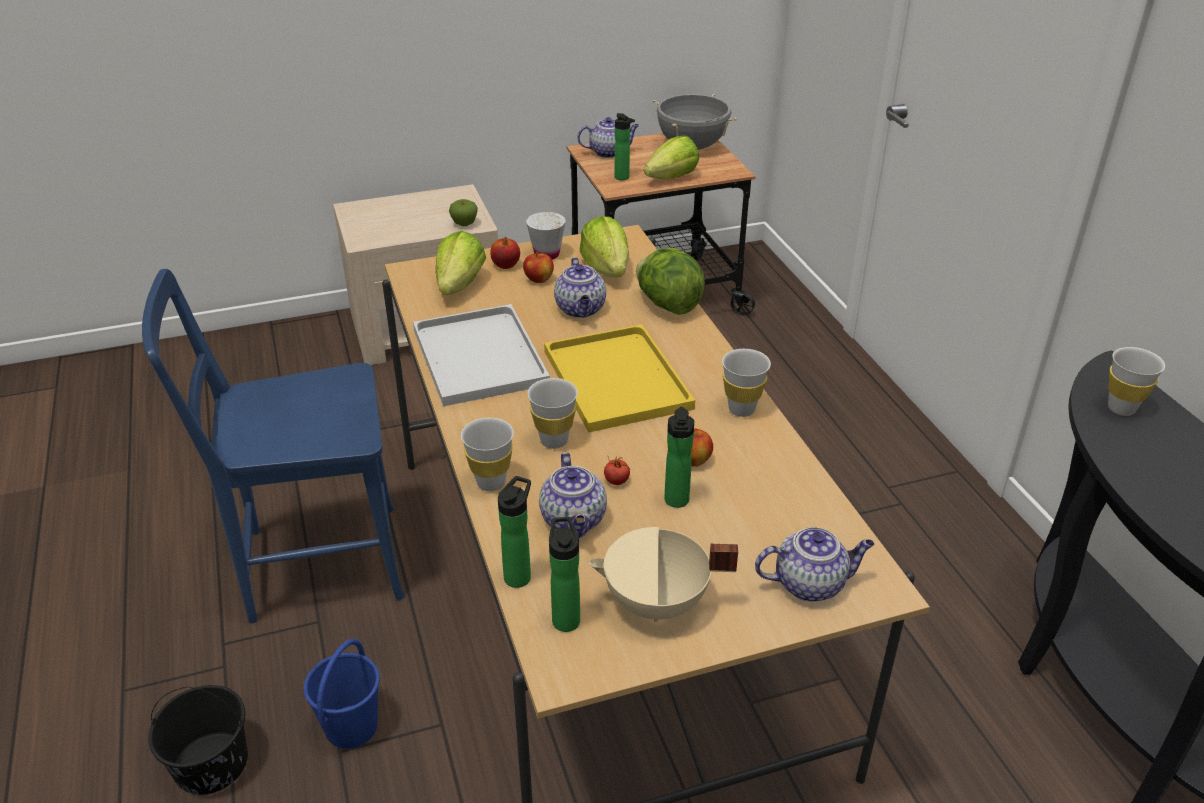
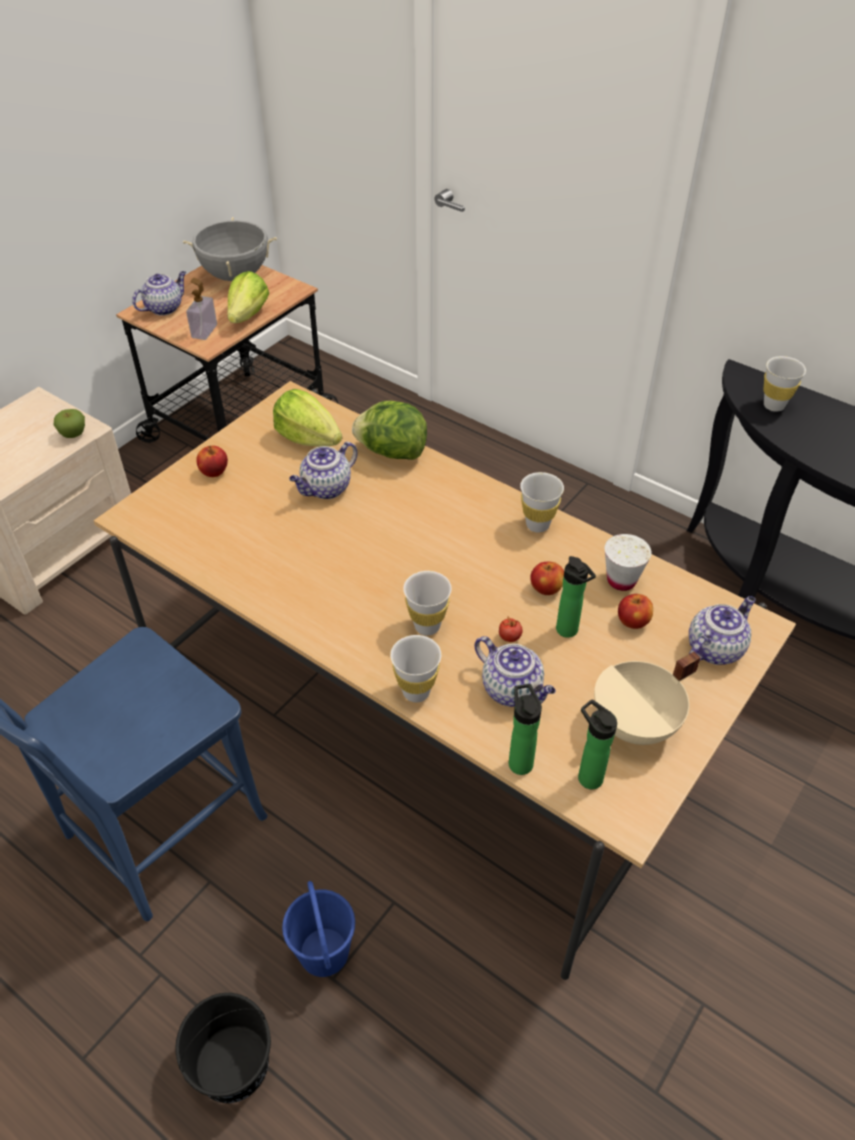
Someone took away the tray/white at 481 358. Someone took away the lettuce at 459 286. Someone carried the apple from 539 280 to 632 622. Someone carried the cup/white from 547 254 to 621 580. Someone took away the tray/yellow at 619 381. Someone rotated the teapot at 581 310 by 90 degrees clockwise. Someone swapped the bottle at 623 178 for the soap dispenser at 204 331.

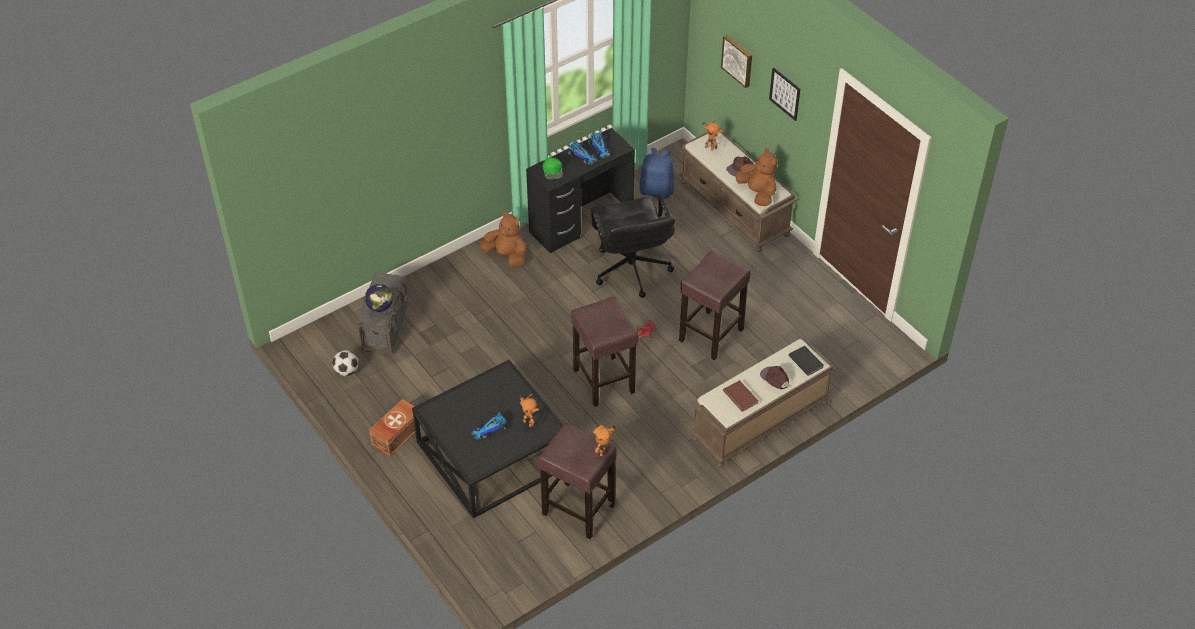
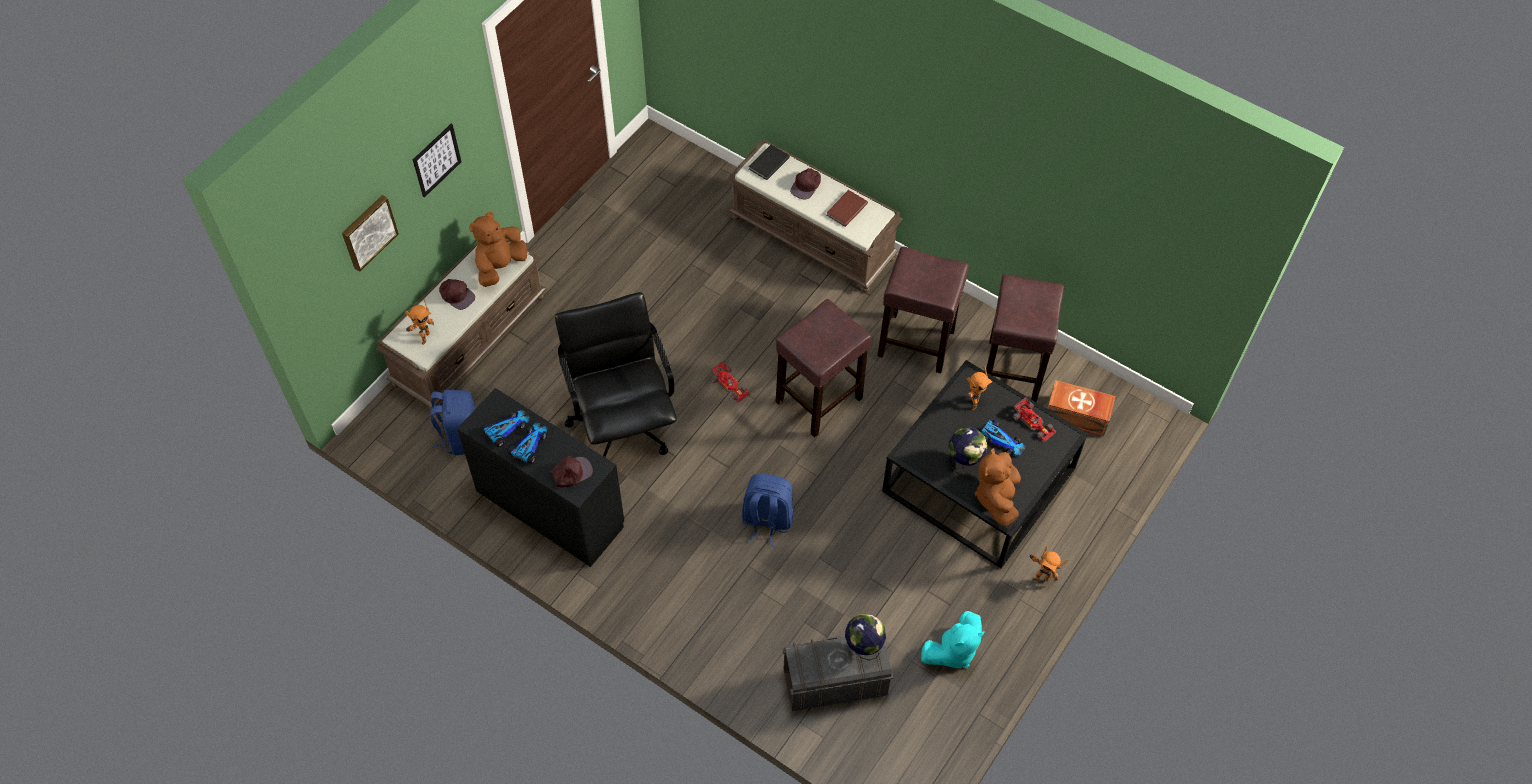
Someone took away the football at 347 371. Someone carried the storage box/brown from 396 435 to 1077 417. Someone carried the plush toy/brown from 506 255 to 996 497. Someone repainted the cap/green at 553 169, which became the cap/brown at 570 473. Someone rotated the office chair/black at 631 270 by 75 degrees counterclockwise. Someone carried the toy robot from 605 452 to 1041 577. Someone carried the stool/brown from 710 336 to 917 343. Someone put down the backpack/blue at 766 520. Someone put down the plush toy/turquoise at 952 651. Someone put down the globe at 964 461. Someone put down the toy car at 1033 422.

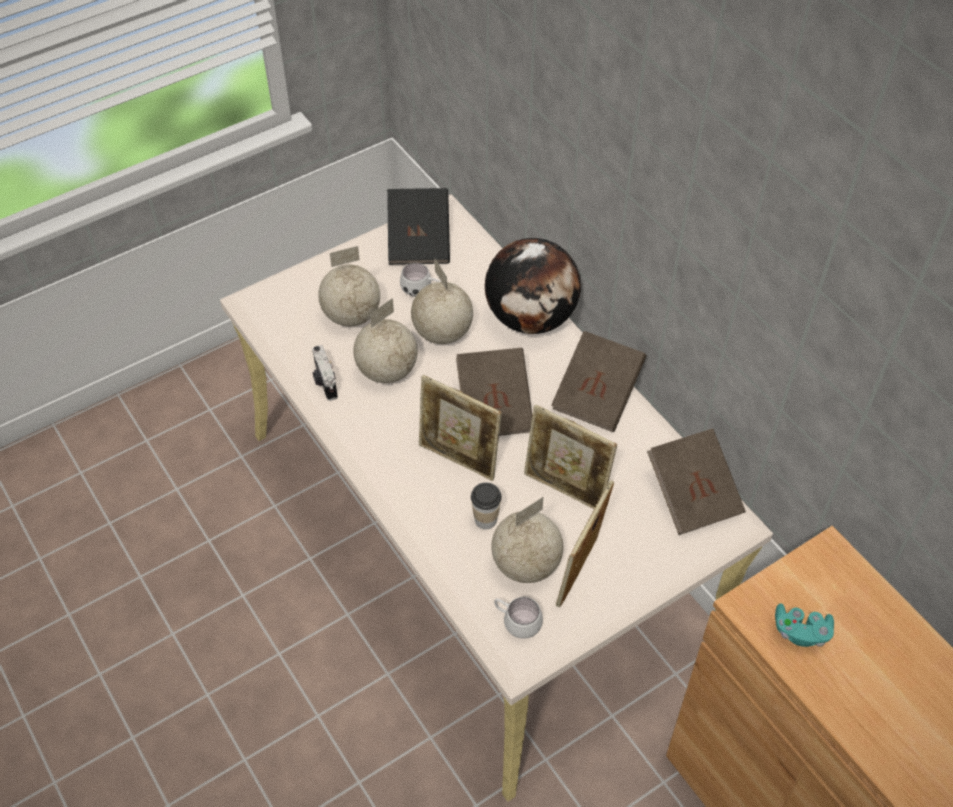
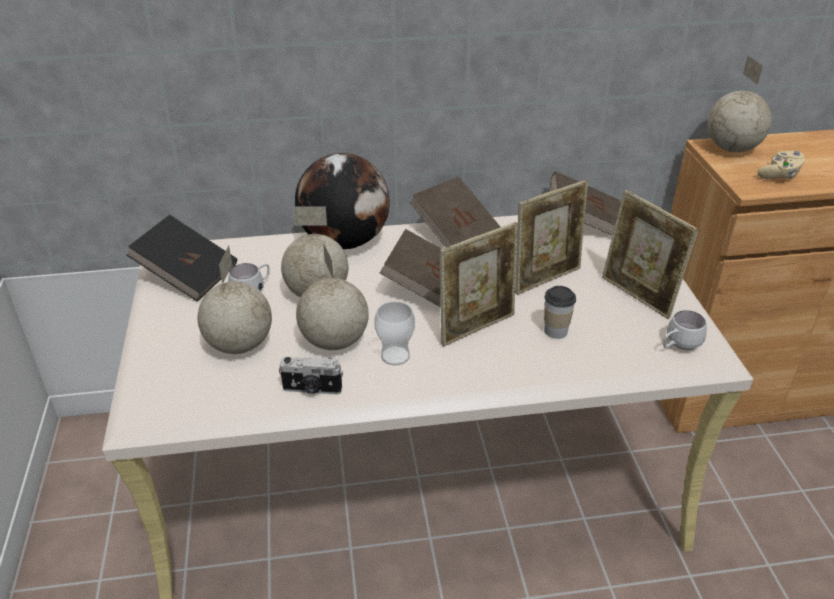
Someone carried the globe from 527 565 to 732 148. Someone repainted the game controller/turquoise at 800 632, which became the game controller/beige at 779 175. Someone put down the cup at 395 356.

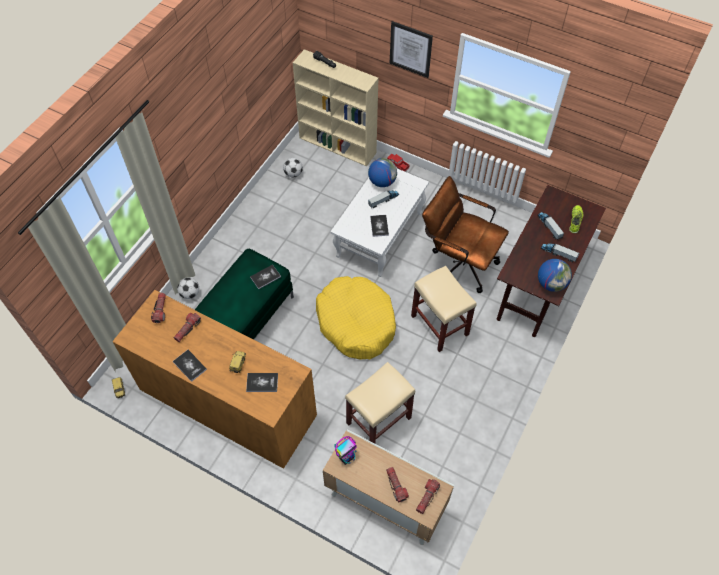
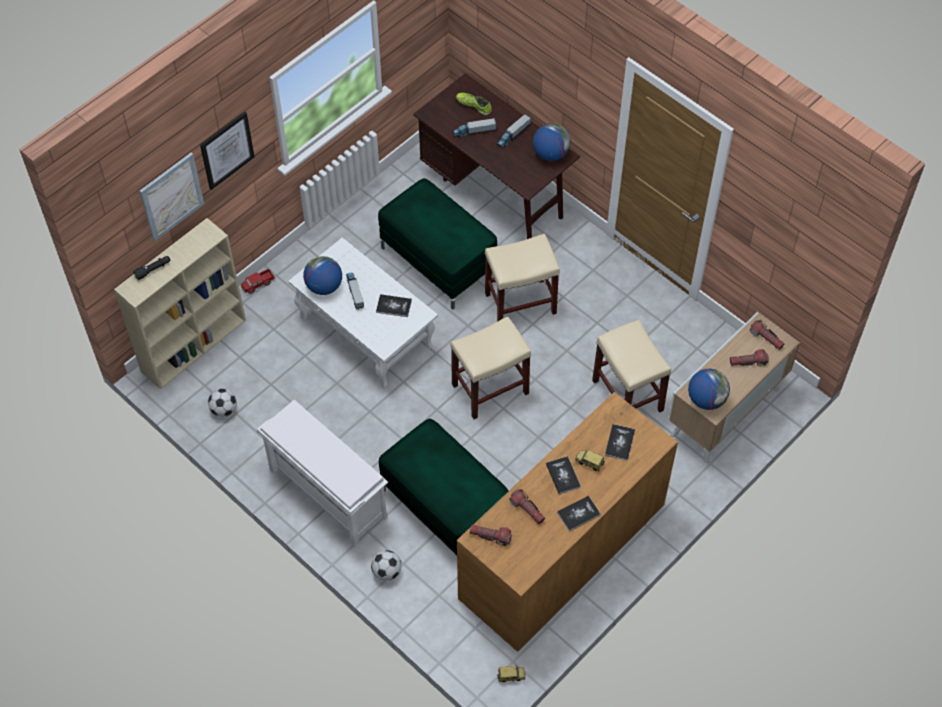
Someone carried the book from 265 277 to 563 475. Someone swapped the dog bed/yellow at 356 322 for the stool/beige at 490 388. Someone swapped the toy robot at 346 457 for the globe at 706 399. Someone swapped the office chair/brown at 458 262 for the ottoman/green at 437 260. Someone put up the picture at 171 196. Someone put down the bench/white at 326 493.

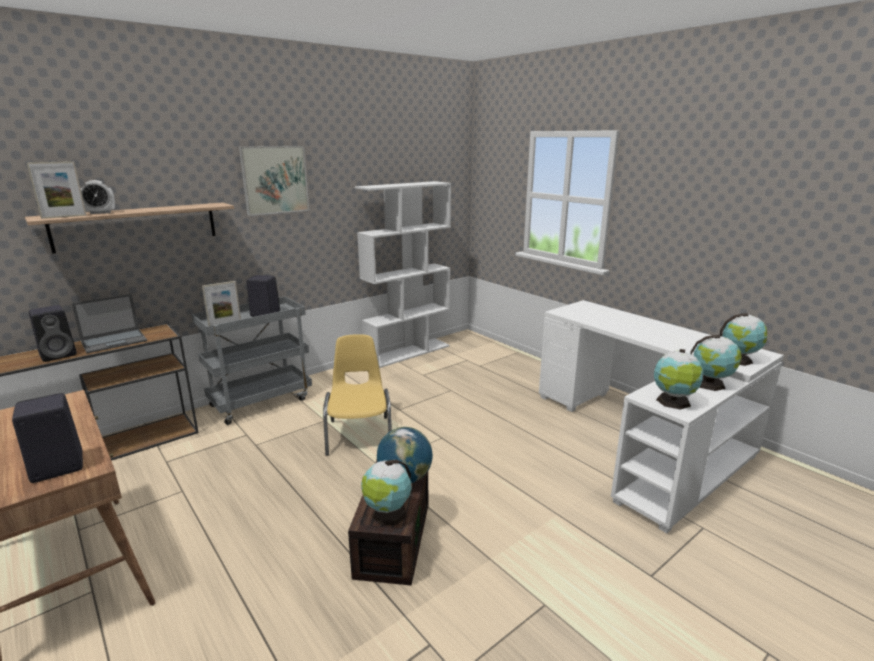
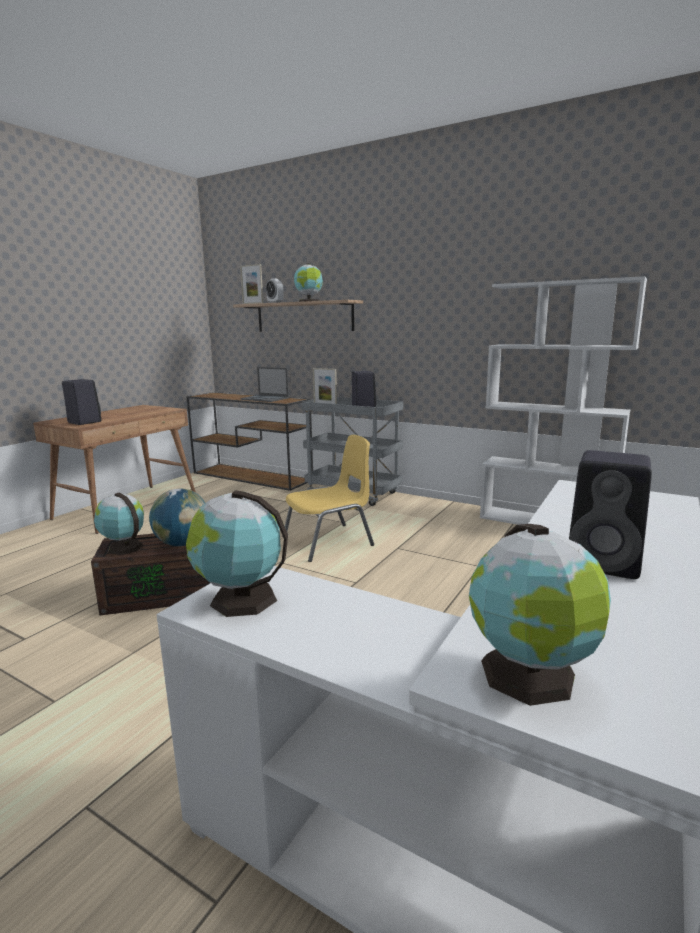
Someone carried the speaker/black from 59 354 to 606 562. Someone took away the picture at 275 180. Someone carried the globe from 711 384 to 309 301.

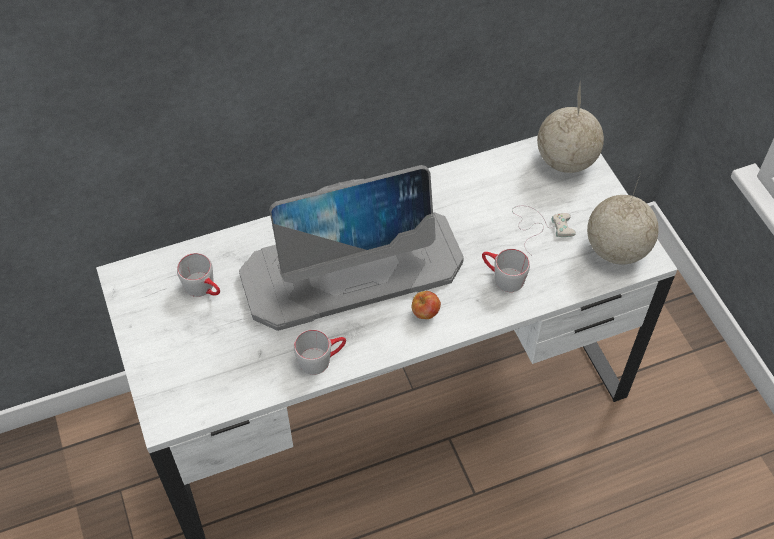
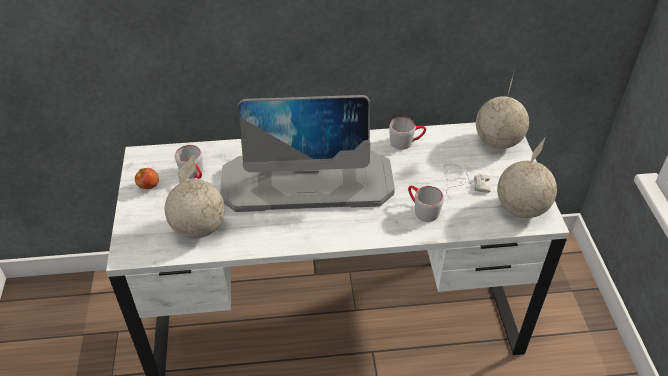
Someone carried the mug/grey from 321 358 to 406 142. Someone carried the apple from 425 313 to 148 186. Someone put down the globe at 198 228.

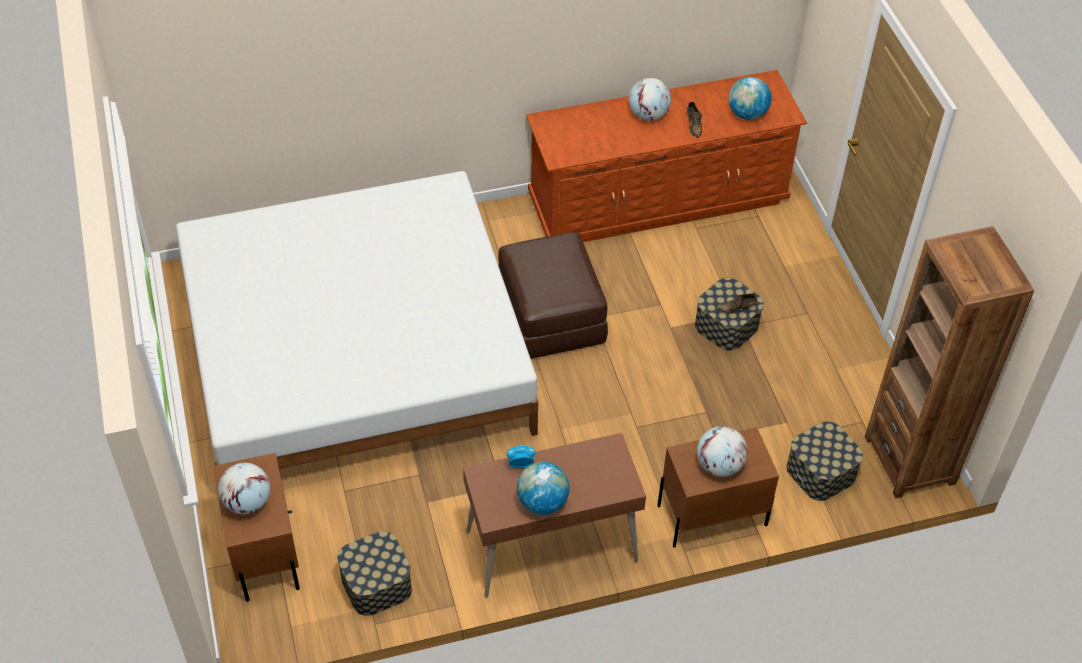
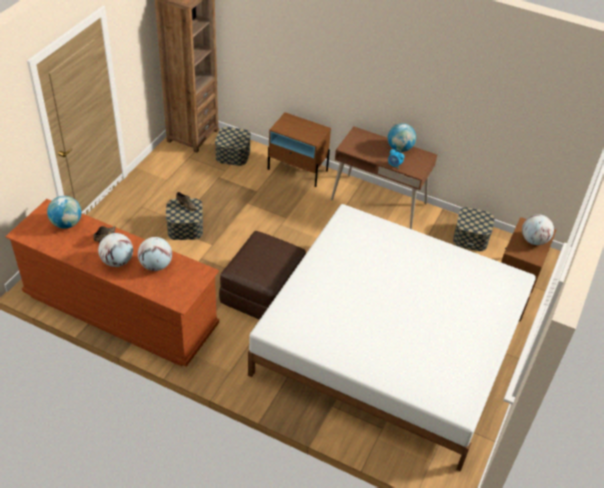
Someone carried the globe from 719 465 to 156 265.

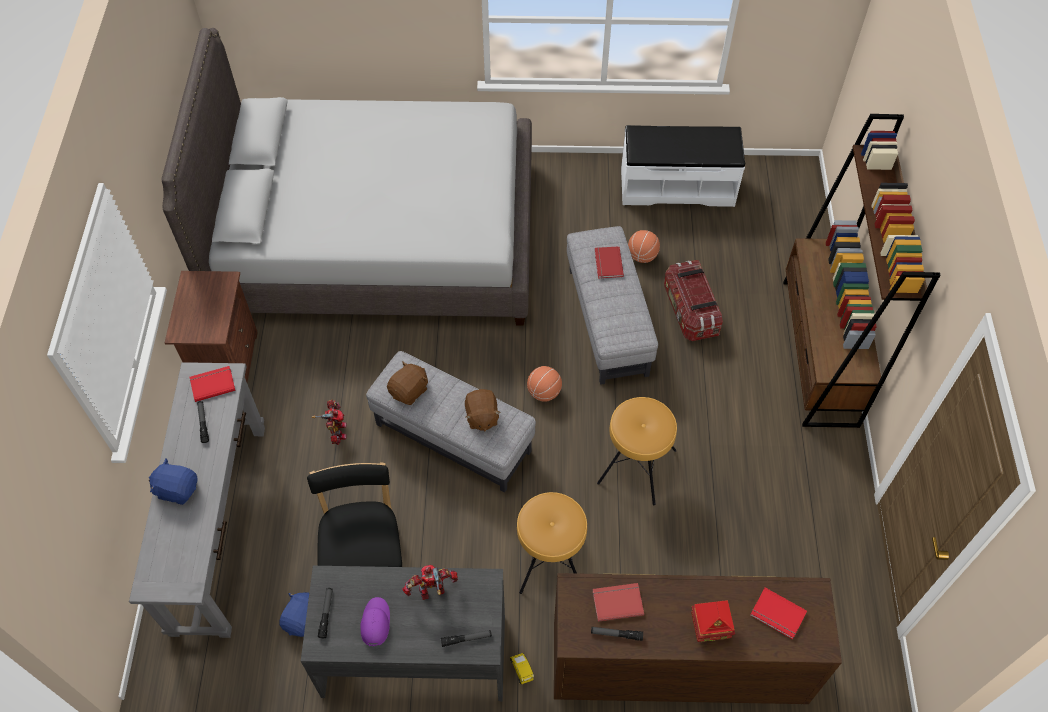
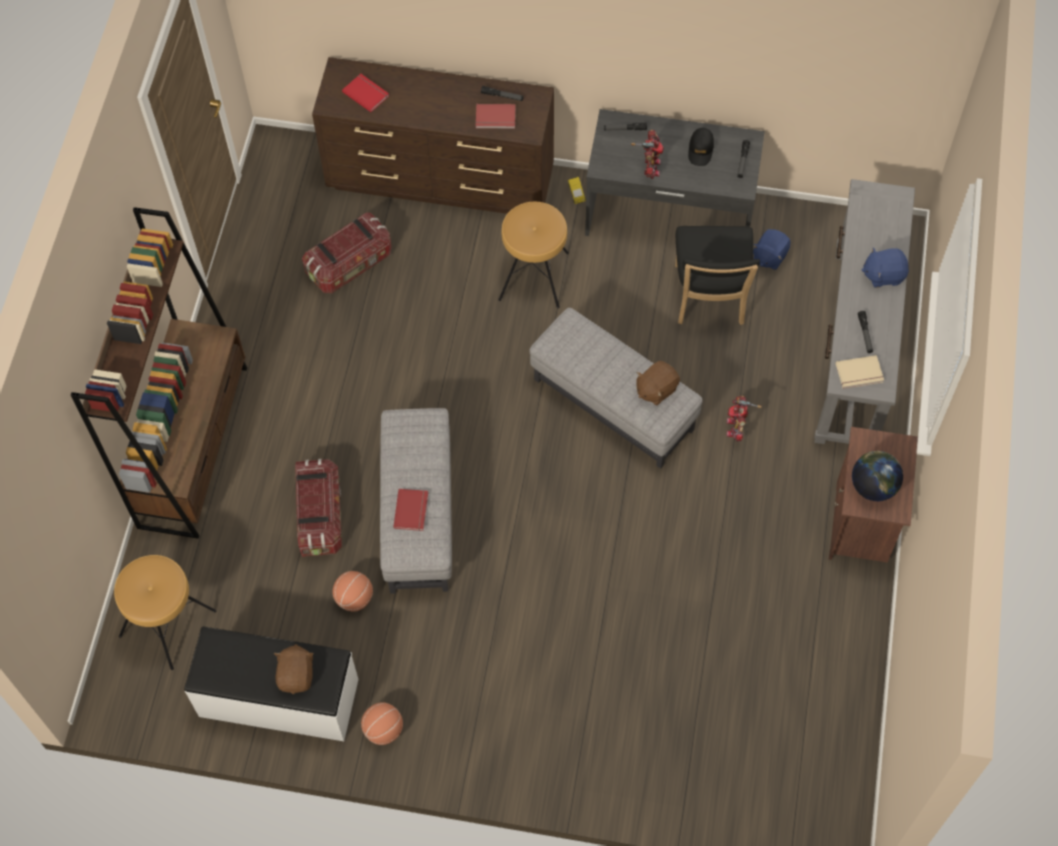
Someone rotated the plush toy/blue at 177 489 by 150 degrees clockwise. Someone took away the bed/grey at 377 237. Someone repainted the book/red at 212 384, which became the book/beige at 860 374. Someone repainted the cap/purple at 375 622, which became the cap/black at 700 150. Someone rotated the toy robot at 432 591 by 75 degrees counterclockwise. Someone carried the plush toy/brown from 481 417 to 297 675. Someone carried the basketball from 544 392 to 383 730. Someone carried the stool/brown from 636 466 to 168 624. Someone took away the toy house at 709 628. Someone put down the storage box at 350 264. Someone put down the globe at 873 487.

